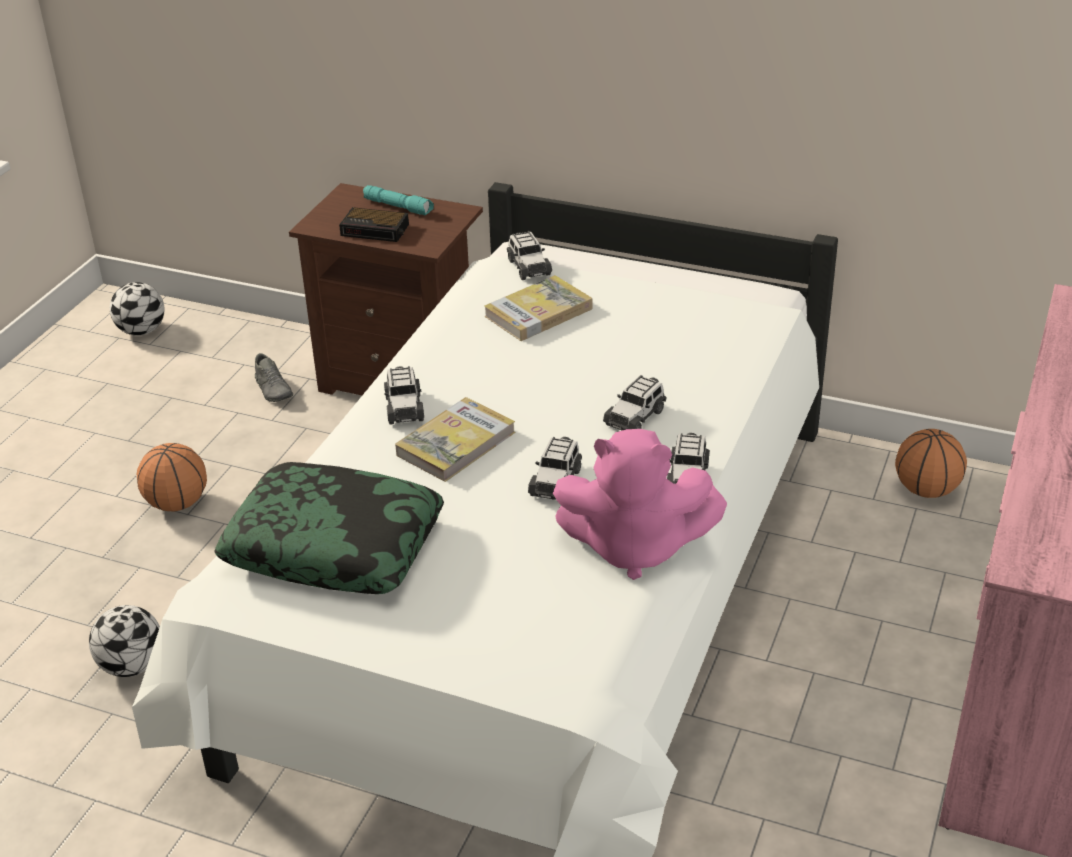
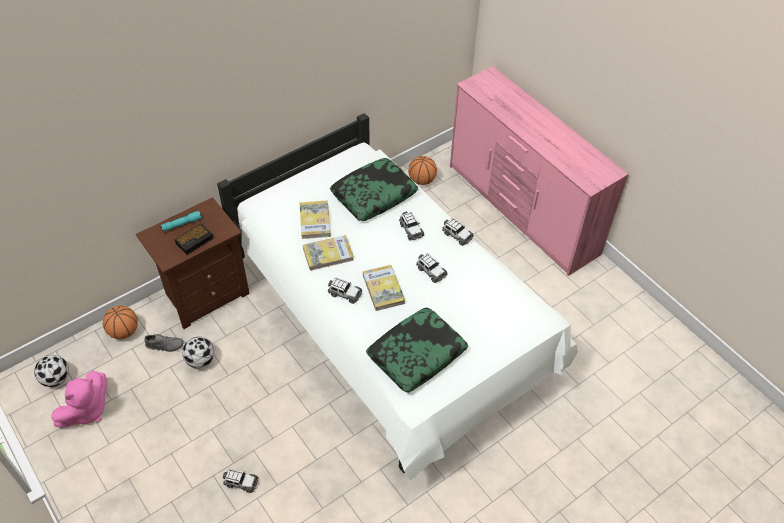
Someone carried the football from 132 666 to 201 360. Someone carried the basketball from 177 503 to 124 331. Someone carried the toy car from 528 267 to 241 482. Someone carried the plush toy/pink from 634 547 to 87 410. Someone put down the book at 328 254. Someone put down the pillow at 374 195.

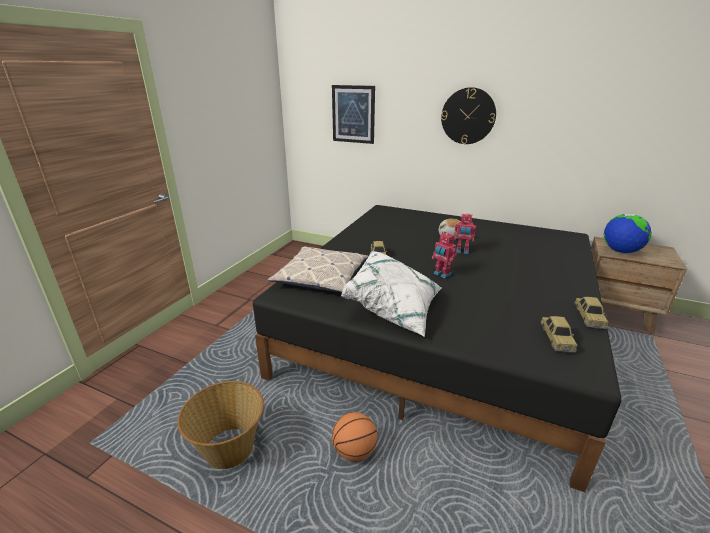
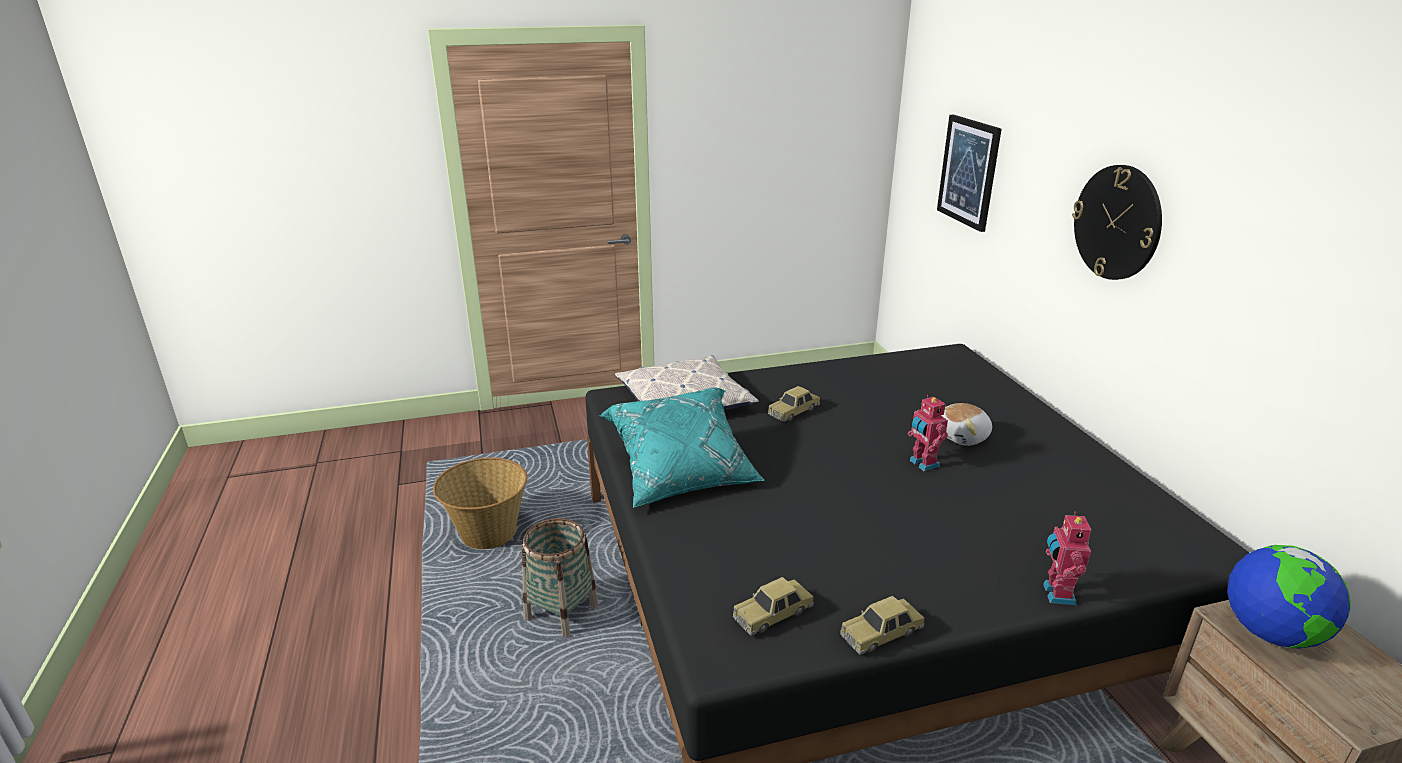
Someone swapped the basketball at 354 451 for the basket at 561 612. Someone repainted the pillow/white at 394 308, which became the pillow/turquoise at 681 471. Someone carried the toy robot from 441 274 to 1056 594.

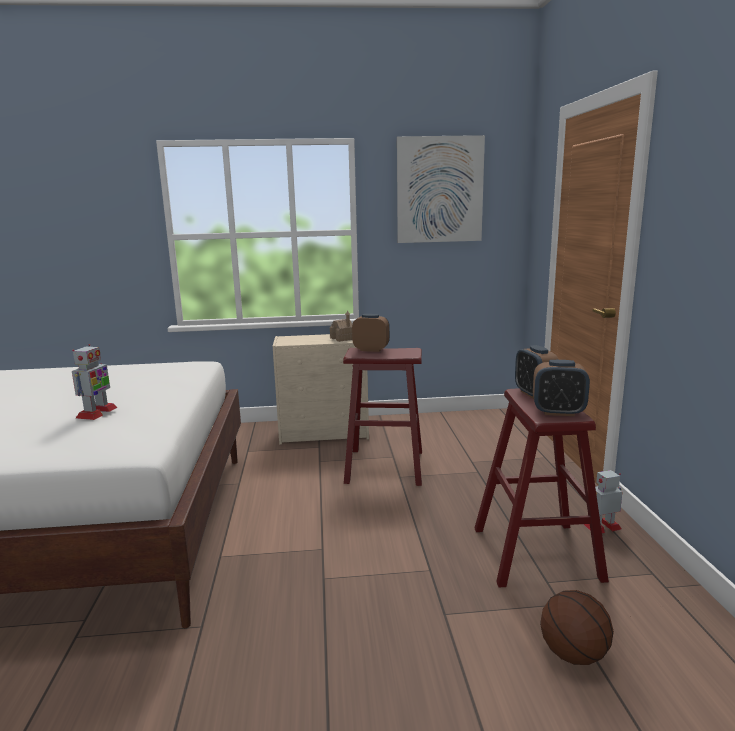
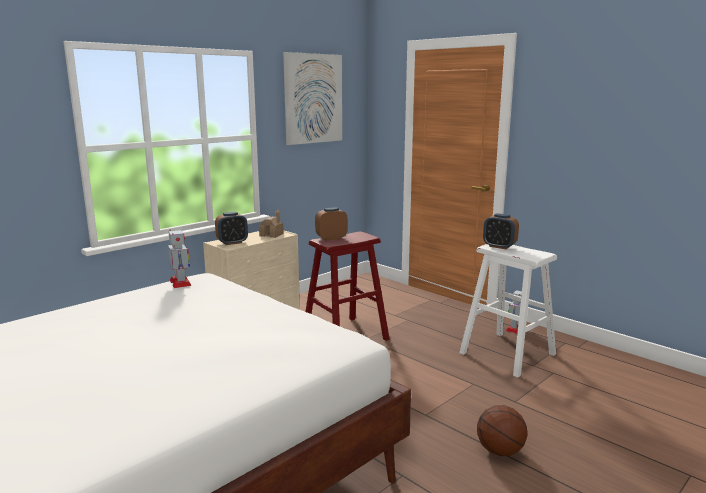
Someone carried the toy robot from 96 413 to 180 283. Someone repainted the stool/red at 536 553, which became the stool/white at 507 354. Someone carried the alarm clock from 558 412 to 232 242. Someone carried the basketball from 574 654 to 500 451.

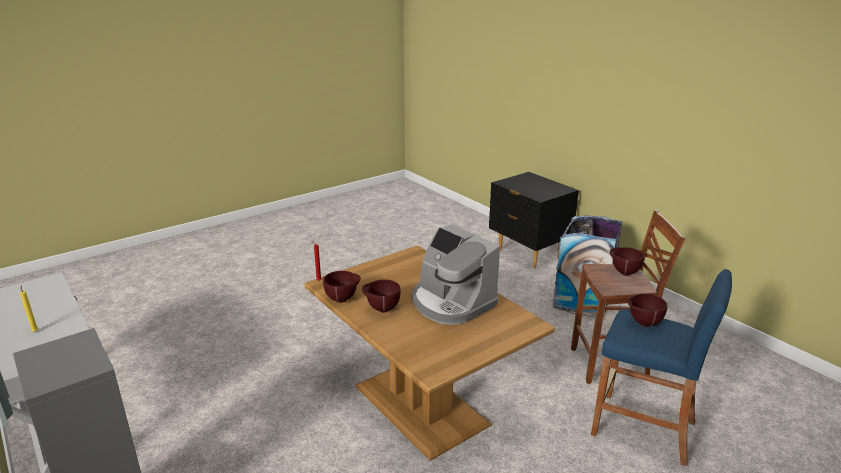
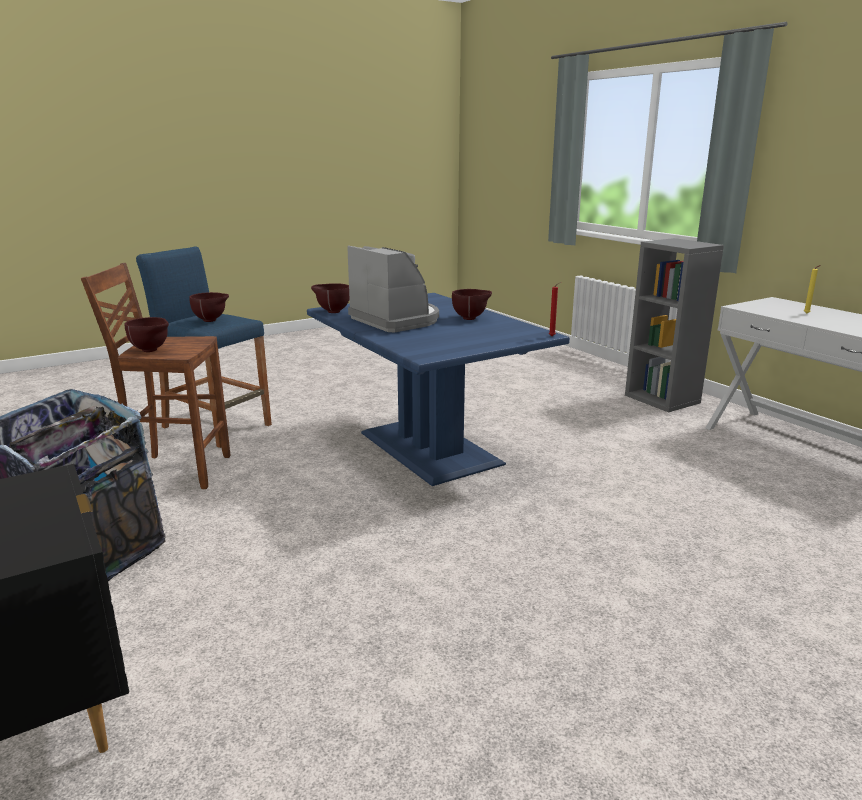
Someone repainted the dining table/brown at 421 404, which became the dining table/blue at 428 449. Someone carried the bowl/brown from 343 300 to 331 312.

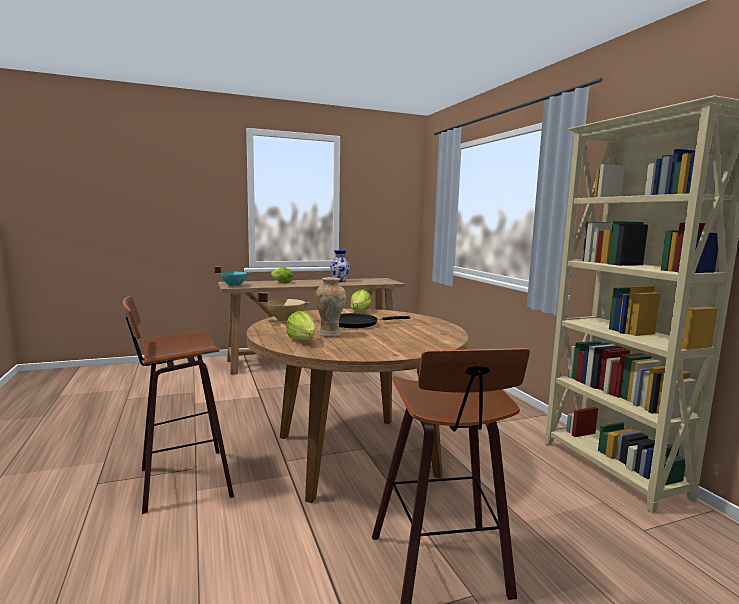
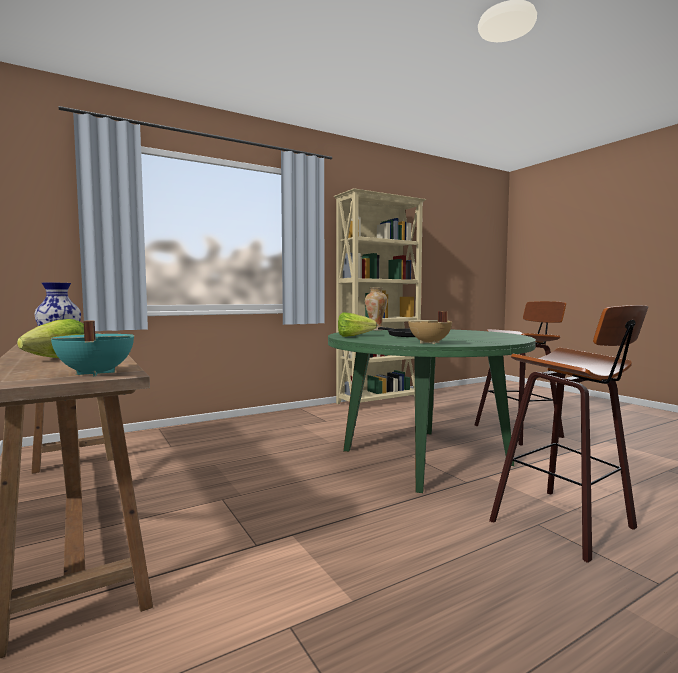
Someone repainted the dining table/brown at 355 455, which became the dining table/green at 425 457. Someone took away the lettuce at 303 342. Someone carried the vase from 330 334 to 375 330.

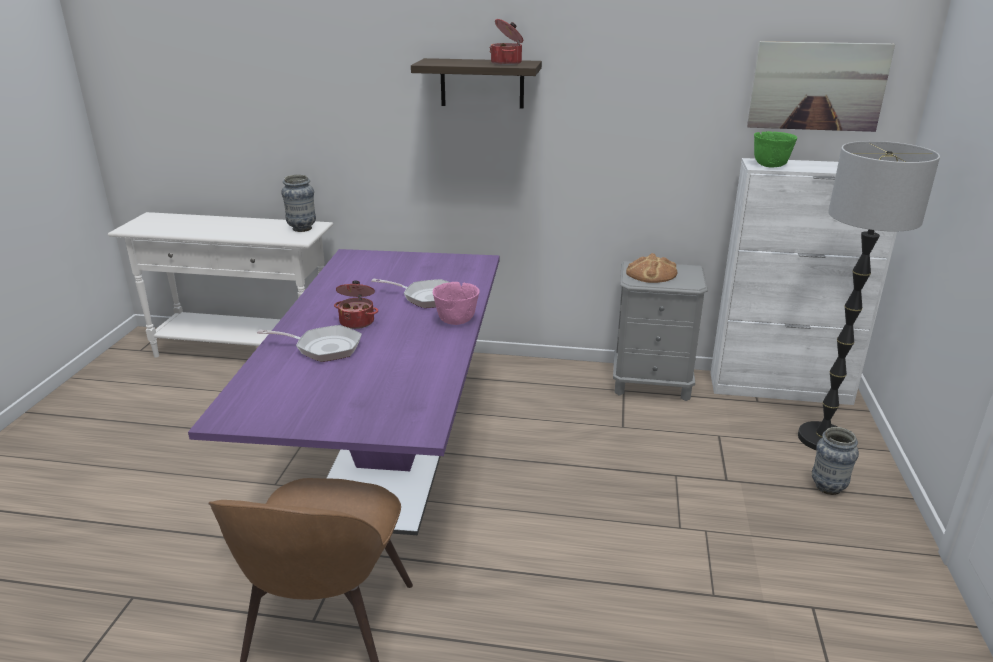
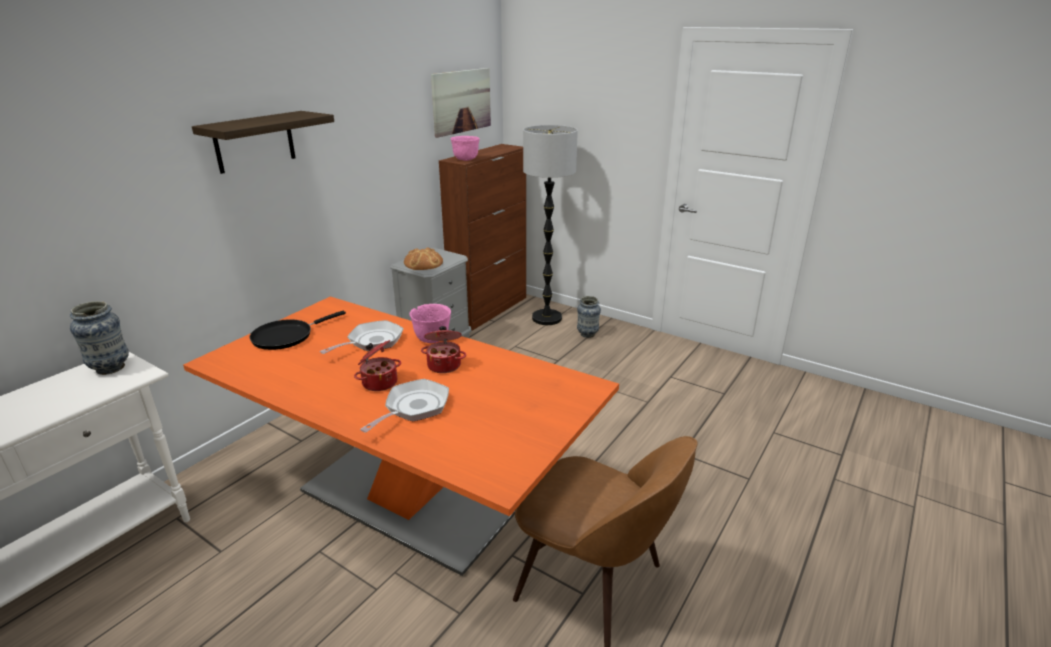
Someone repainted the dining table/purple at 388 460, which became the dining table/orange at 409 500. Someone carried the cooking pot from 507 63 to 444 365. Someone repainted the cabinet/white at 780 388, which became the cabinet/brown at 489 309. Someone repainted the bowl/green at 770 165, which became the bowl/pink at 465 159. Someone put down the frying pan/black at 286 336.

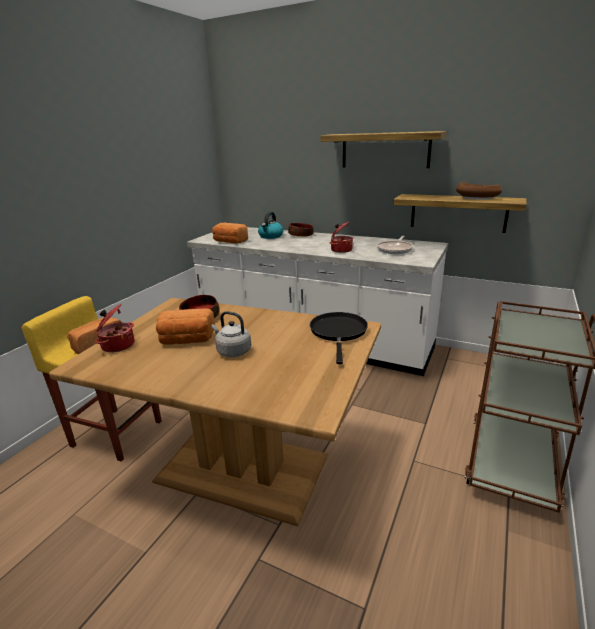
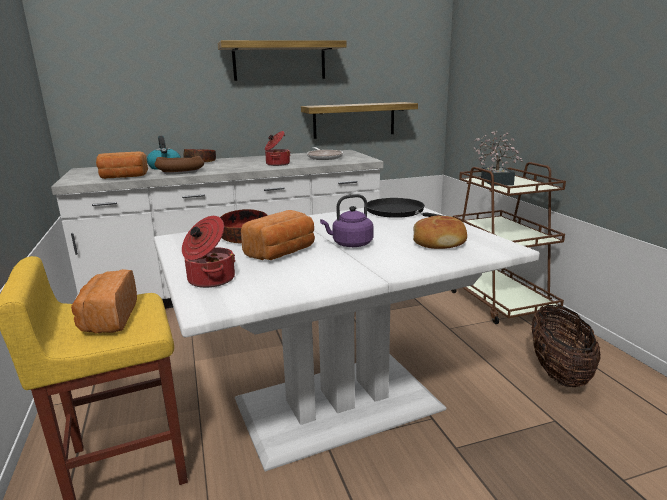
Someone repainted the dining table/brown at 243 466, which became the dining table/white at 336 403. Someone repainted the kettle/grey at 232 351, which became the kettle/purple at 350 244. Someone carried the bowl/brown from 477 198 to 180 172. Someone put down the bread at 439 241. Someone put down the potted plant at 495 181. Someone put down the basket at 558 372.

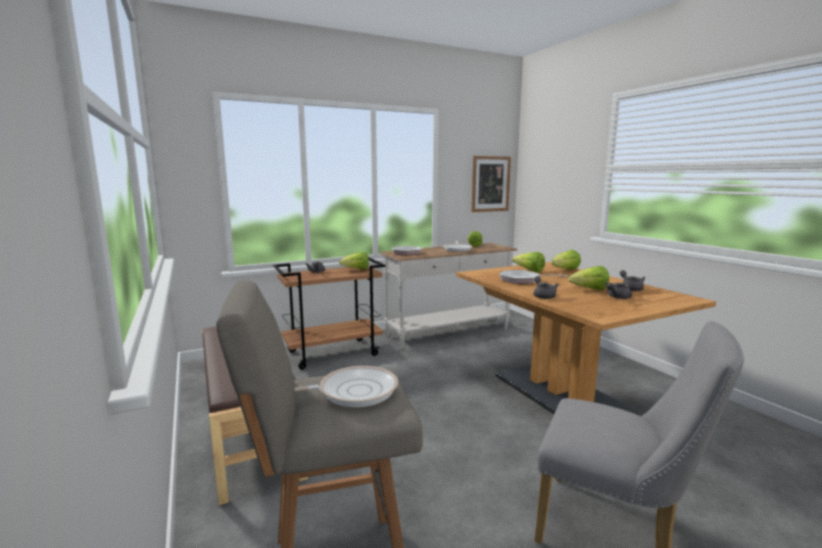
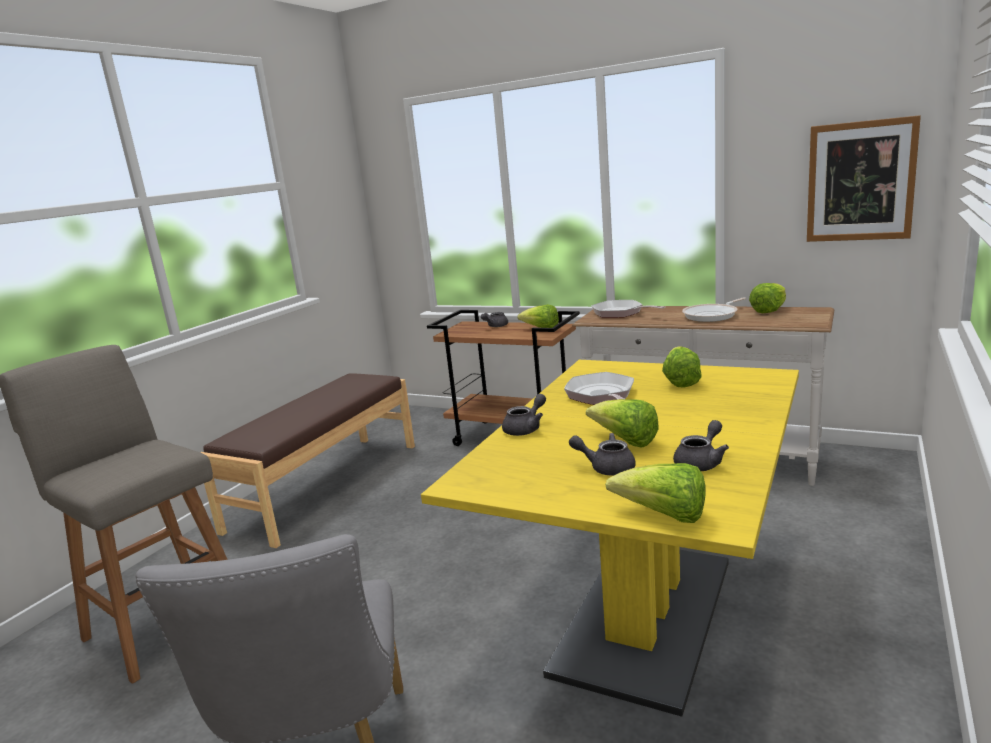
Someone took away the frying pan at 353 391. Someone repainted the dining table/brown at 560 394, which became the dining table/yellow at 645 615. Someone carried the lettuce from 565 270 to 663 516.

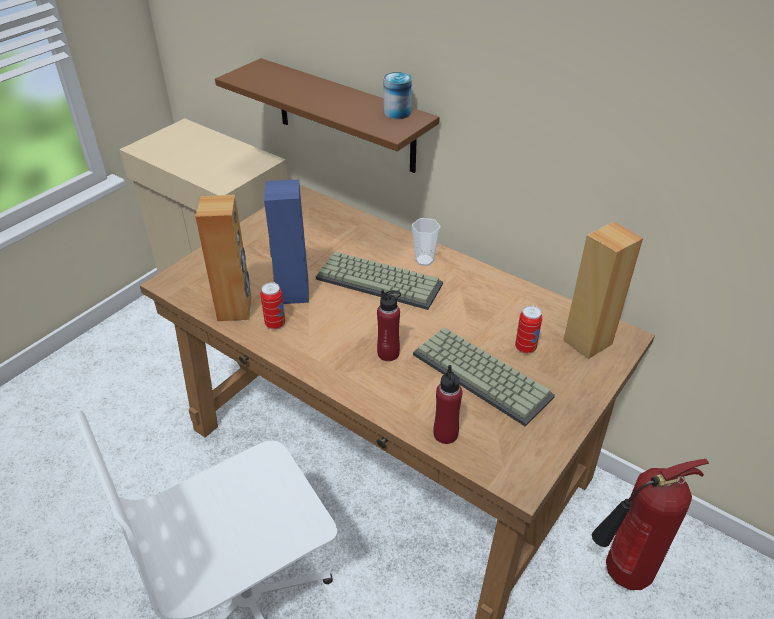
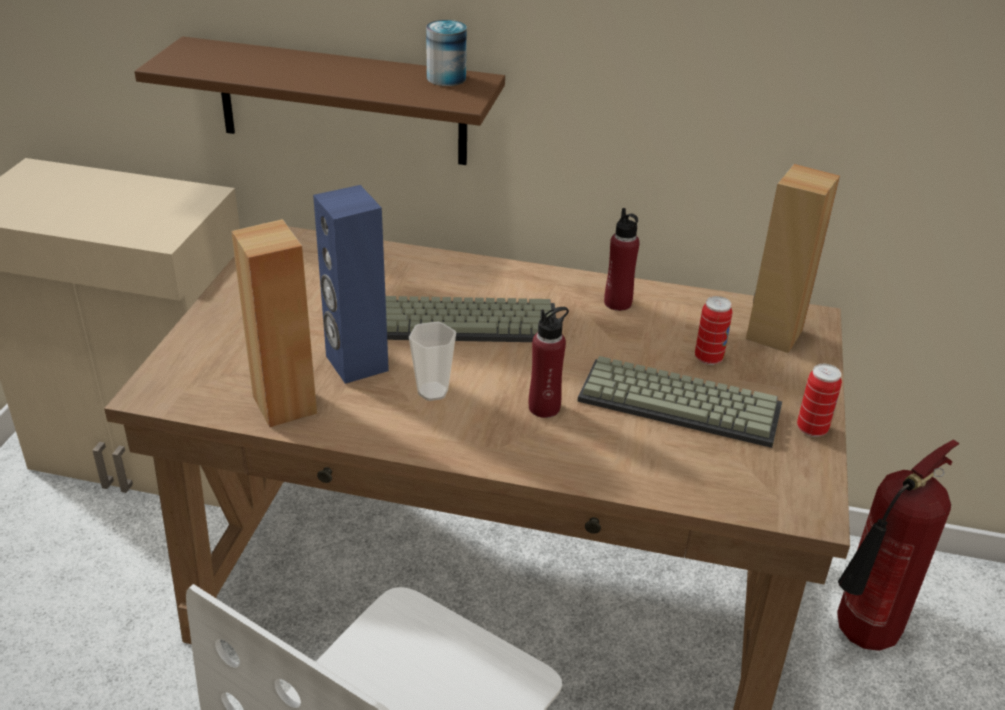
Someone carried the can from 275 324 to 812 429. Someone carried the cup from 424 260 to 432 391. Someone carried the bottle/red from 445 434 to 618 303.

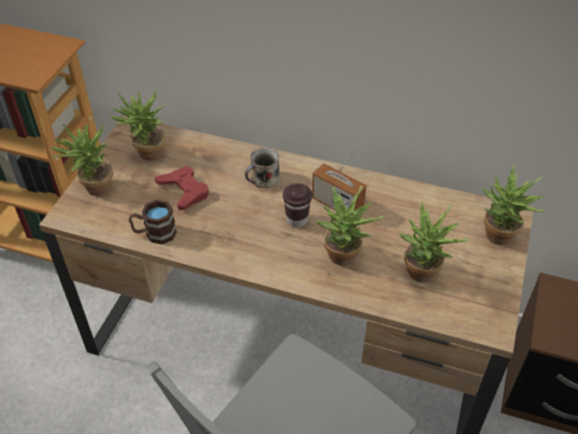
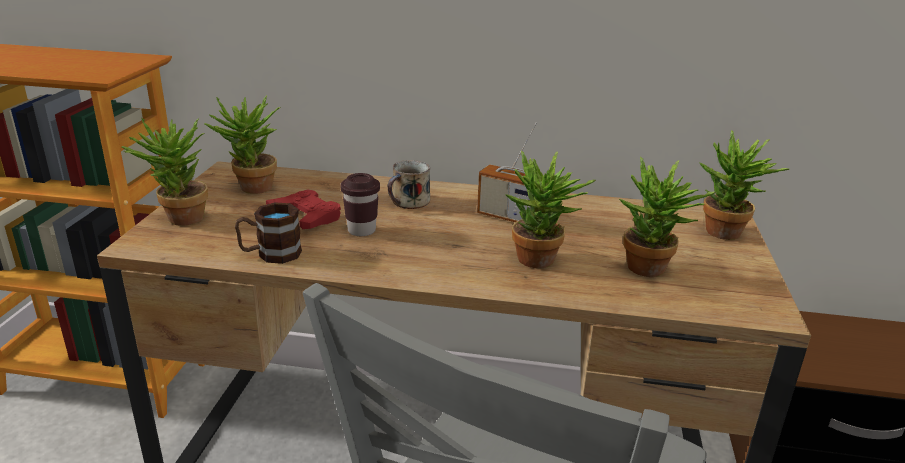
Someone carried the cup/brown from 297 220 to 361 230.

